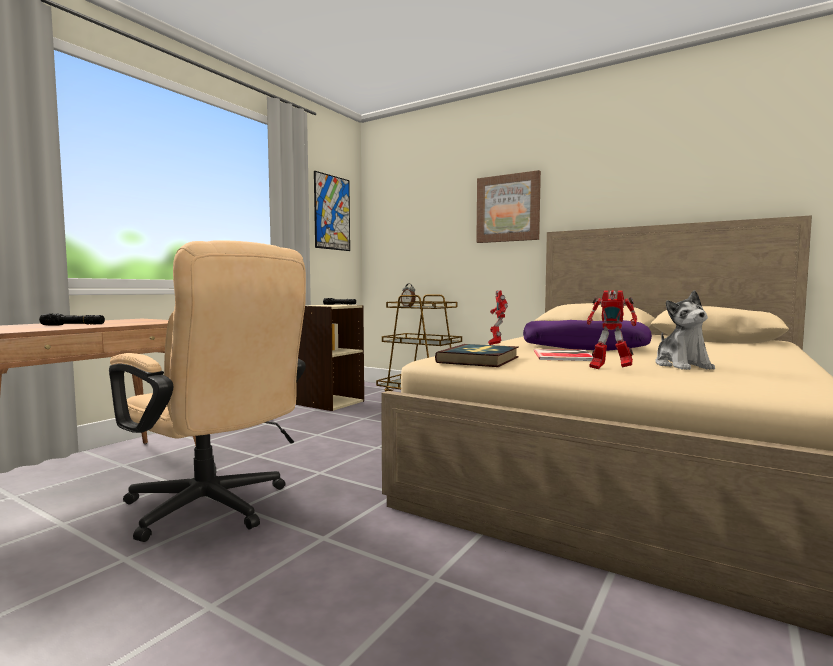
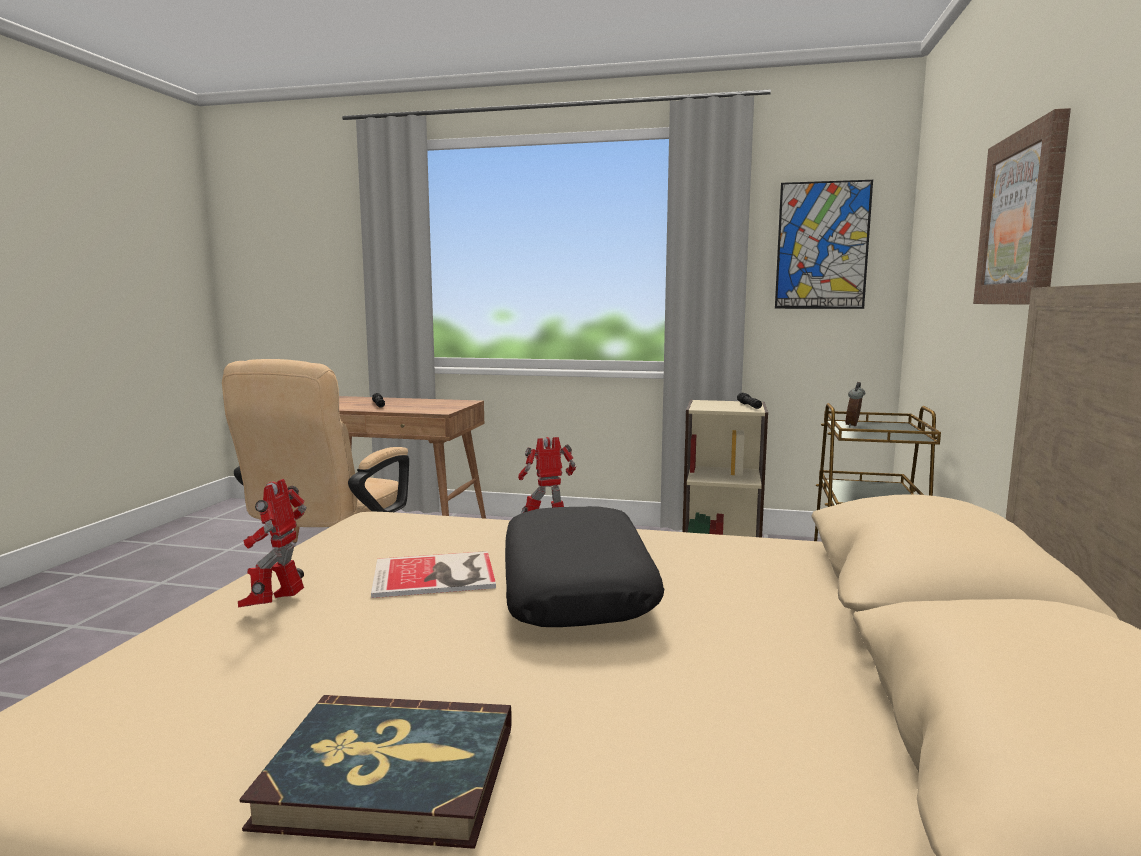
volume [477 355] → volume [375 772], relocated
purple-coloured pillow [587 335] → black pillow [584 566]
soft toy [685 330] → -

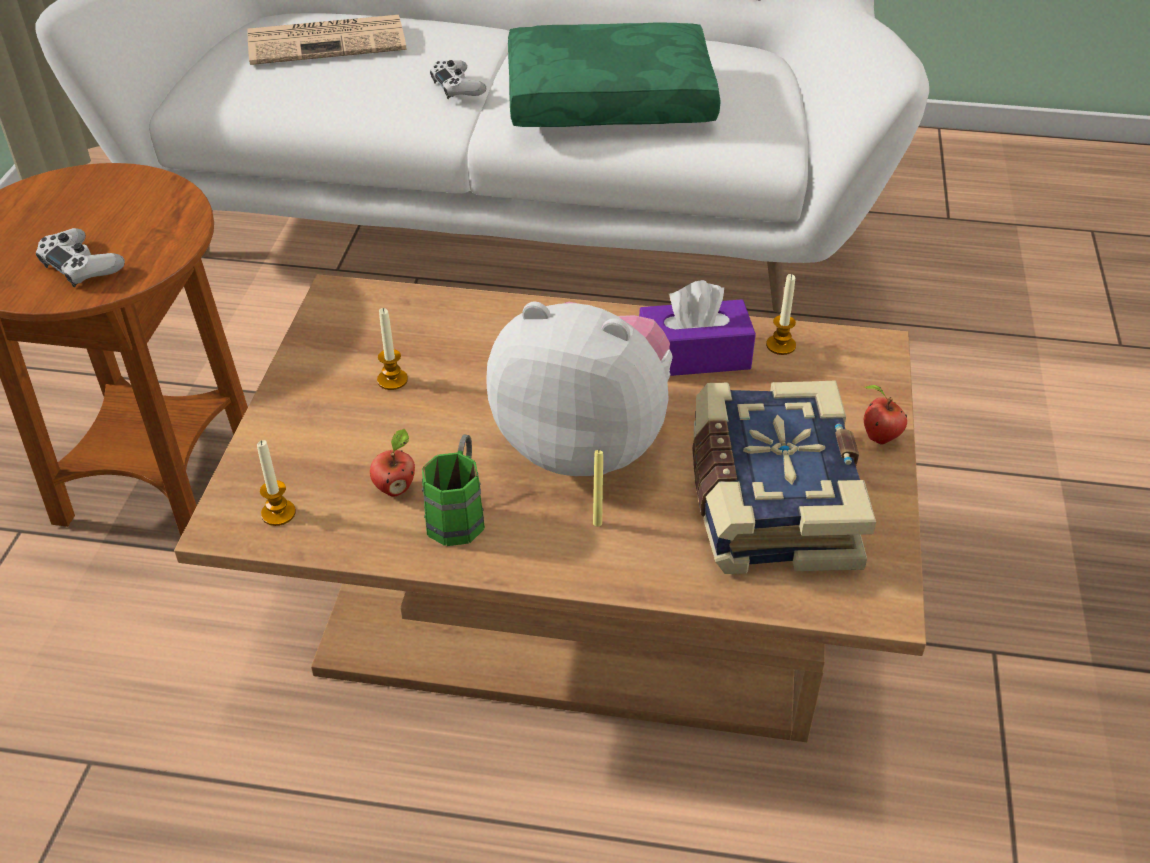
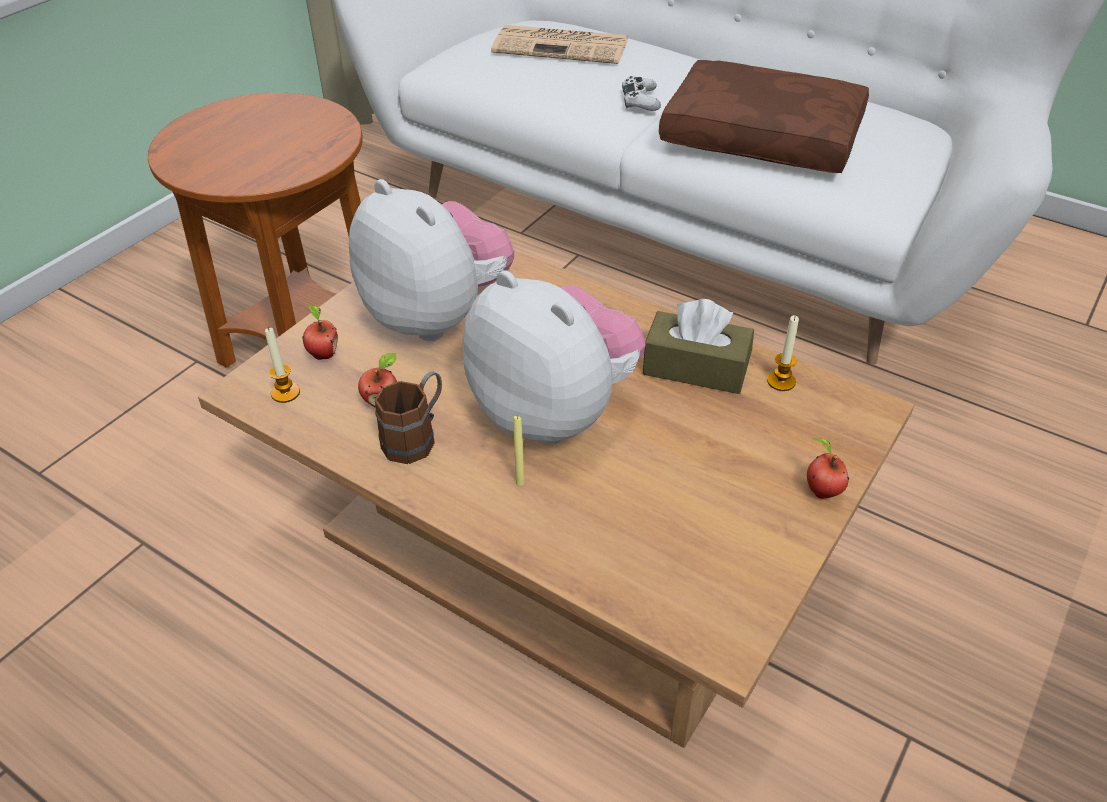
white joypad [80 257] → -
candle [392 349] → soft toy [431 260]
green coffee mug [453 490] → brownish coffee mug [408 417]
green pillow [614 75] → brownish pillow [764 116]
purple-coloured box of tissues [697 328] → brownish box of tissues [698 346]
volume [784 477] → -
- → apple fruit [320 332]

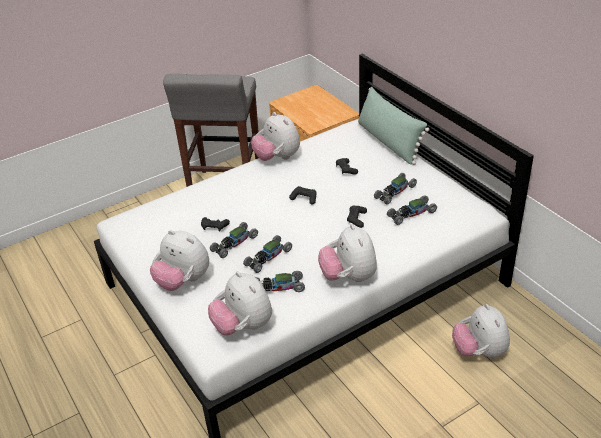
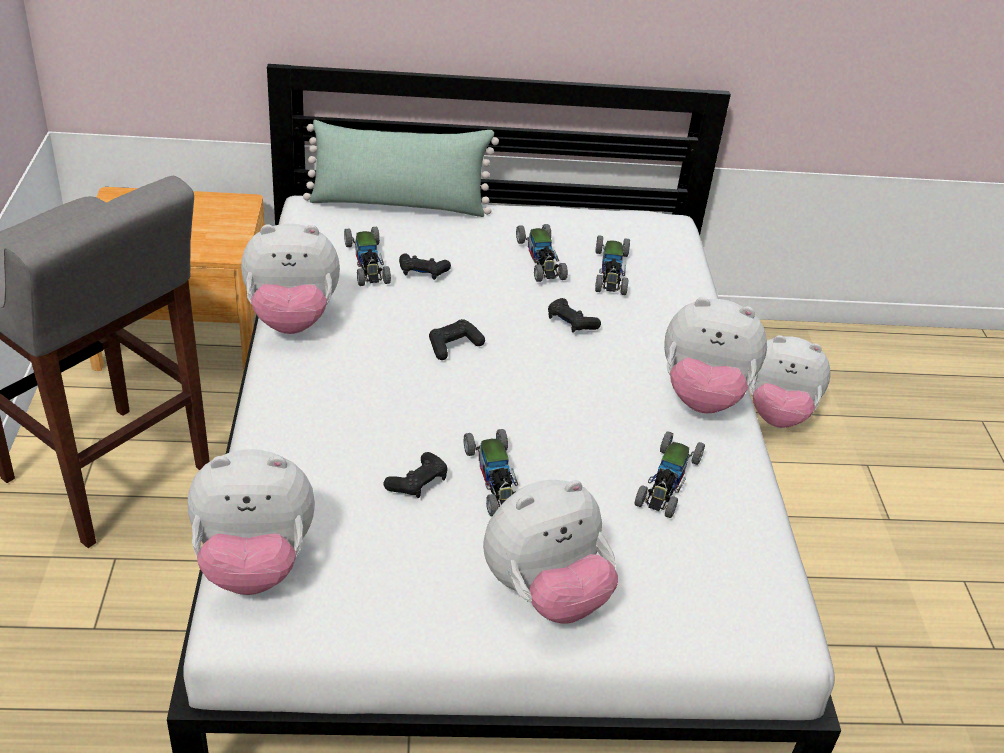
soft toy [240 303] → soft toy [251 522], relocated
toy car [267 254] → toy car [367 256], relocated

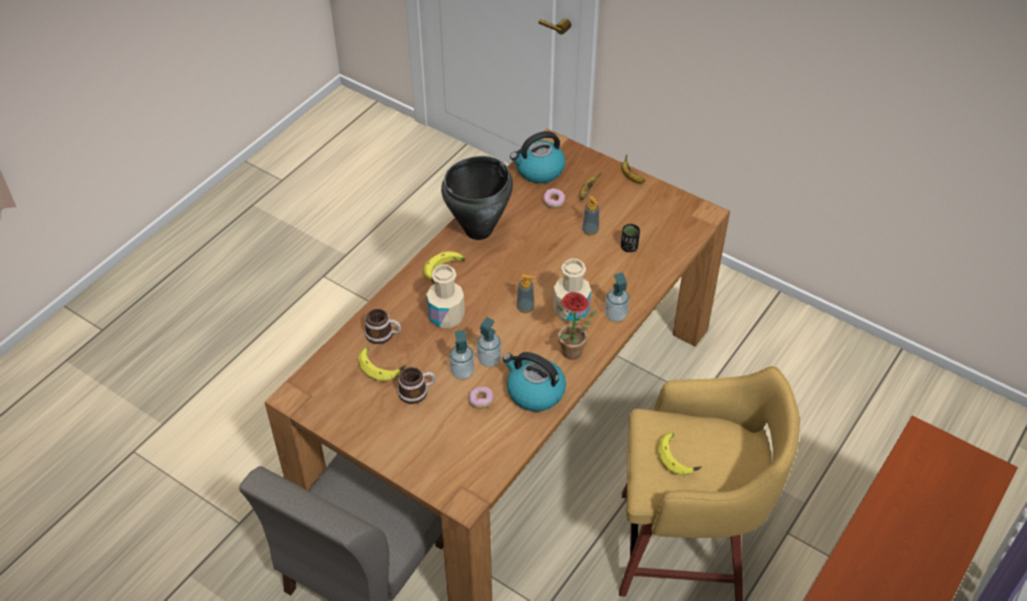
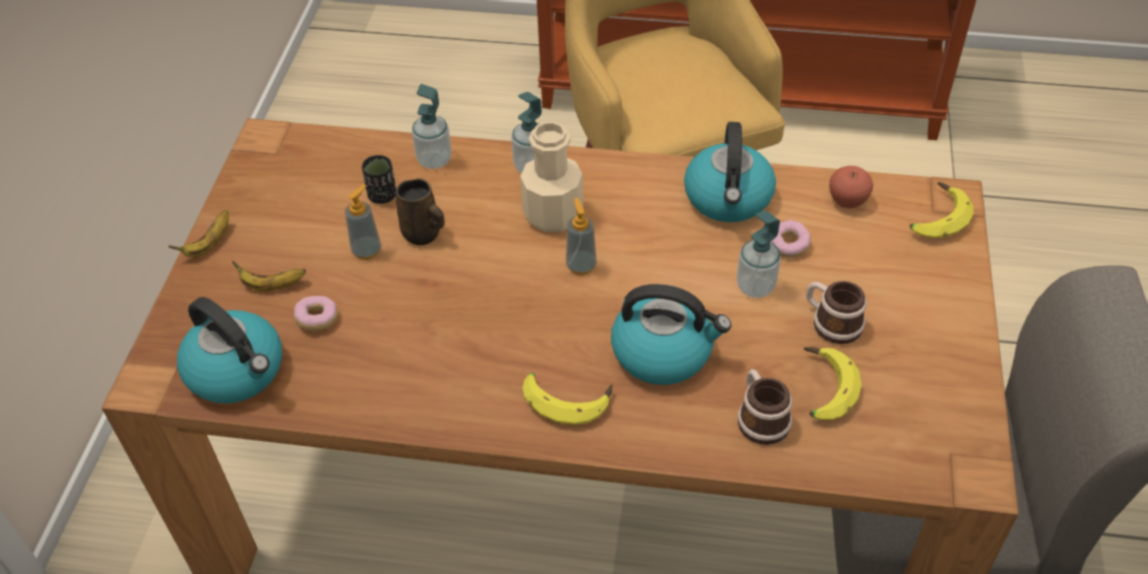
sand-coloured drink bottle [445 296] → kettle [671 334]
black cooking pot [477 198] → -
soap dispenser [489 342] → soap dispenser [431 126], relocated
houseplant [577 326] → -
banana fruit [680 454] → banana fruit [942 210], relocated
- → brownish coffee mug [420 211]
- → apple fruit [851 187]

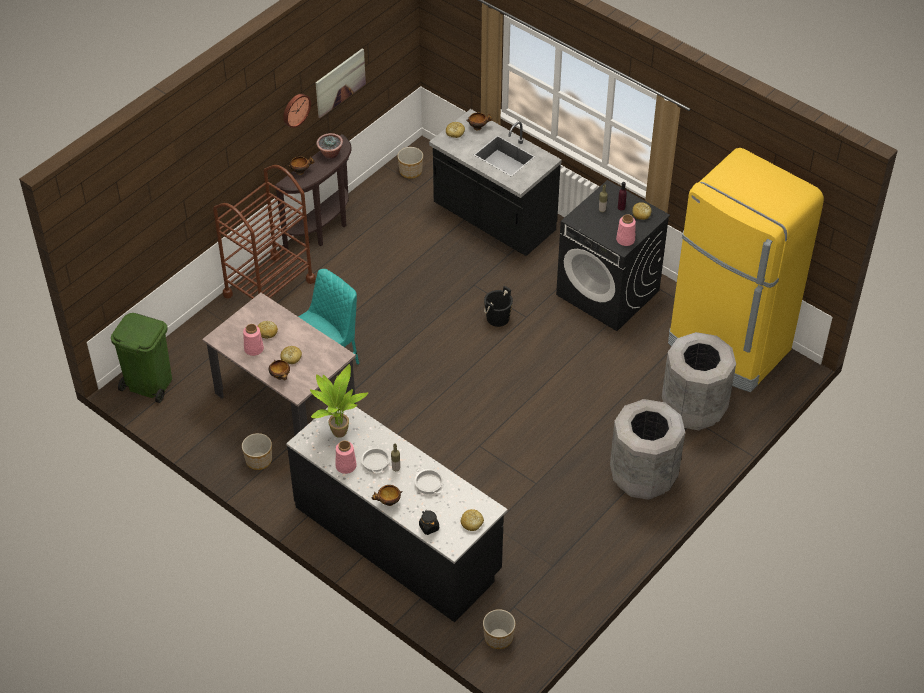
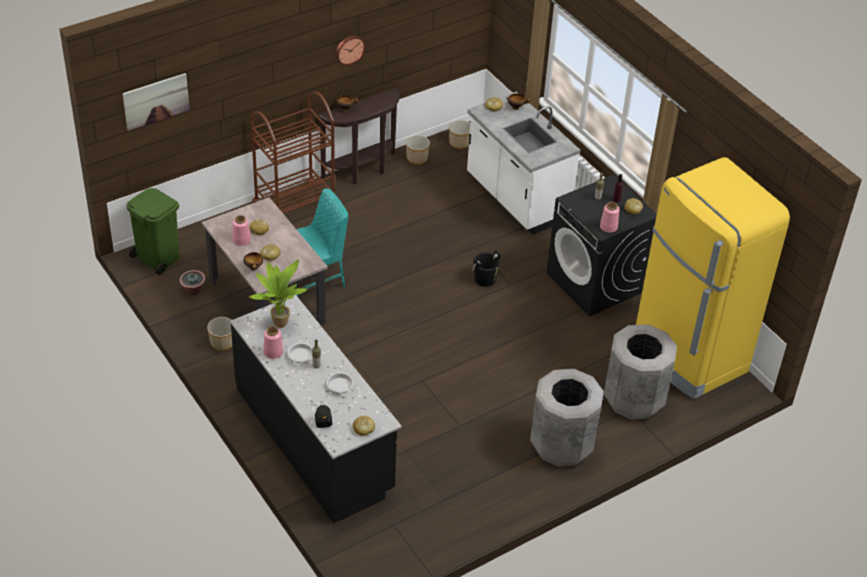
wall picture [340 83] → wall picture [156 102], relocated
houseplant [329 146] → houseplant [193 282], relocated
serving bowl [387 495] → -
black kitchen counter [495 182] → white kitchen counter [523 163]
plant pot [499 629] → plant pot [418 149], relocated

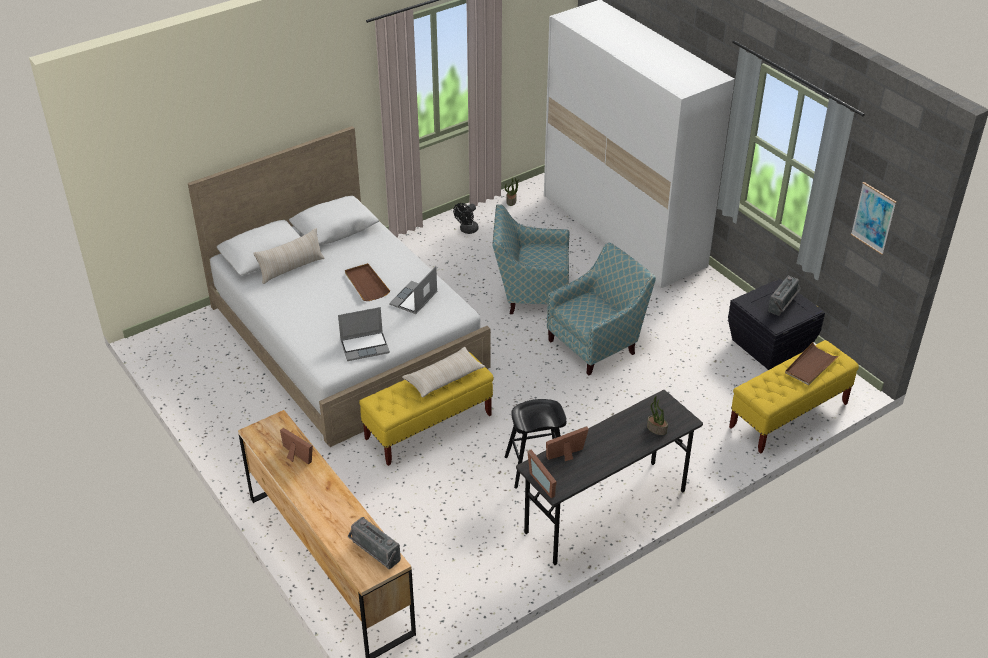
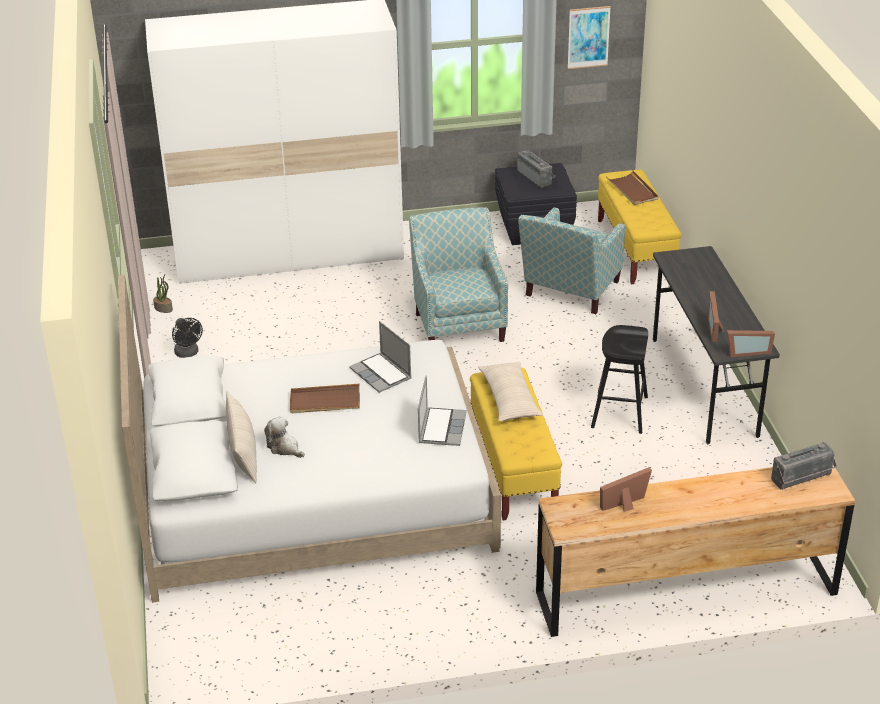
lounge chair [531 259] → lounge chair [571 260], relocated
houseplant [657 415] → -
- → soft toy [284 437]

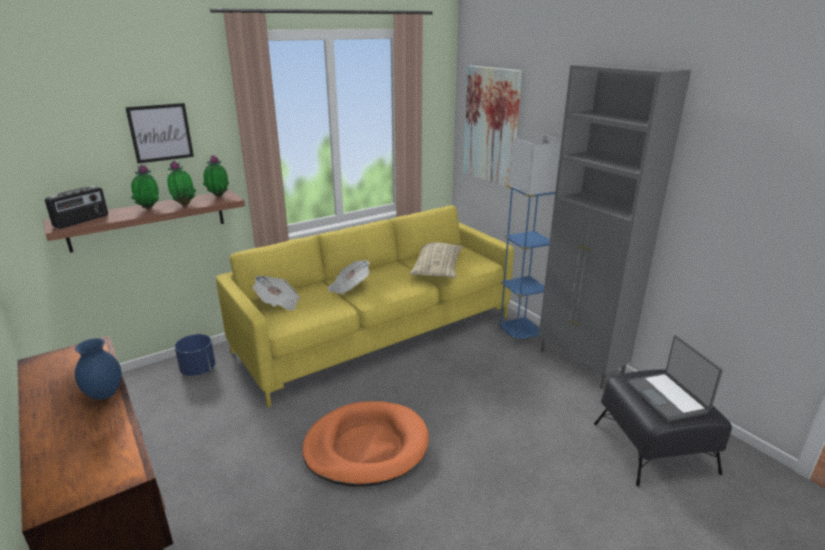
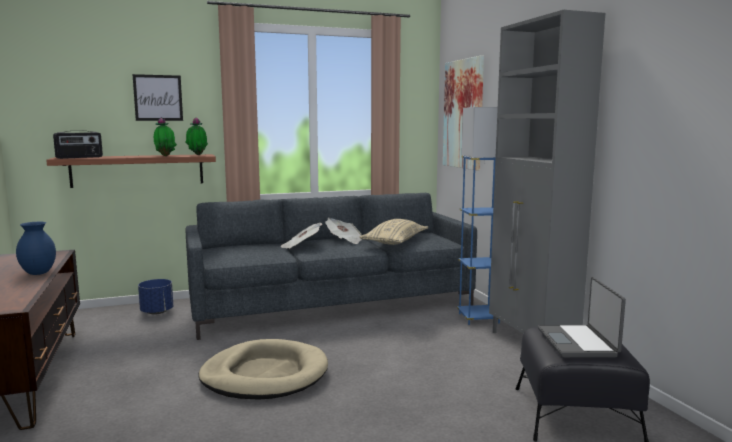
houseplant [145 186] → -
yellowish sofa [365 306] → gray sofa [331 266]
daily paper [276 293] → daily paper [343 231], relocated
orange dog cushion [365 444] → sand-coloured dog cushion [263 369]

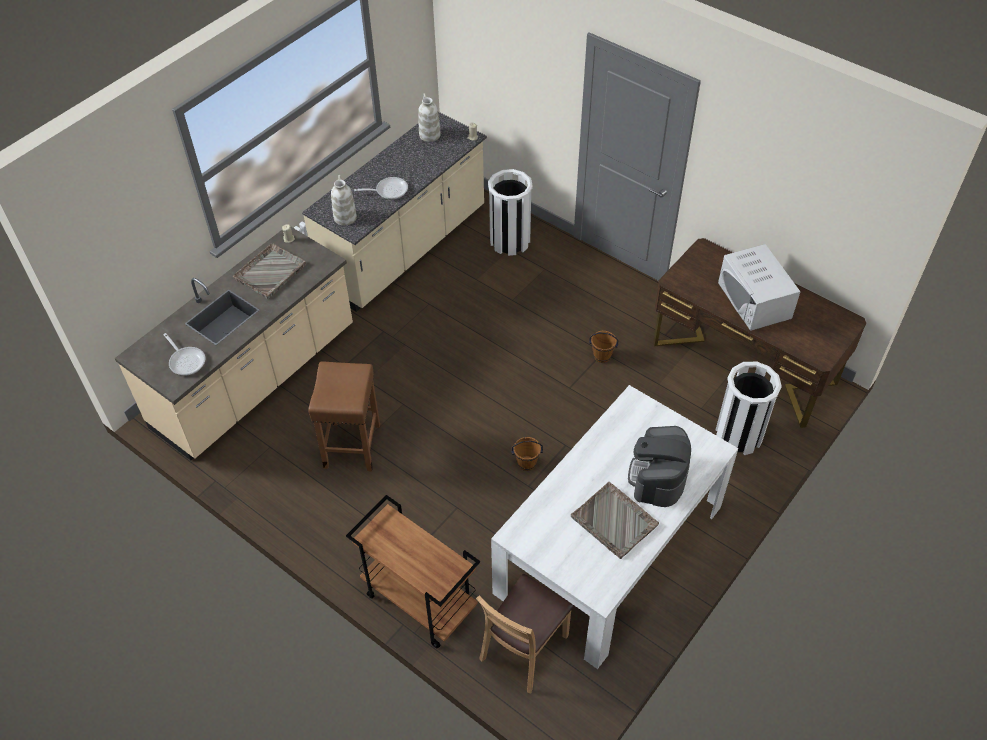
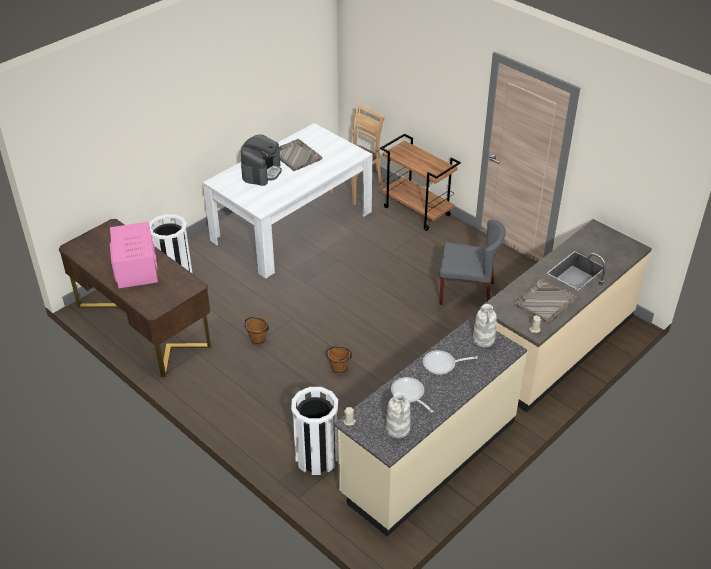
skillet [184 354] → skillet [412 395], relocated
brownish stool seat [344 416] → gray chair [472 262]
brownish bucket [527 454] → brownish bucket [339 360], relocated
white microwave [759 287] → pink microwave [134 255]

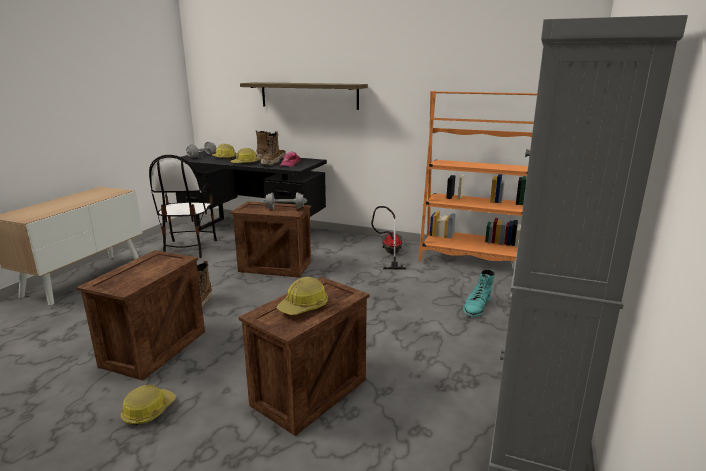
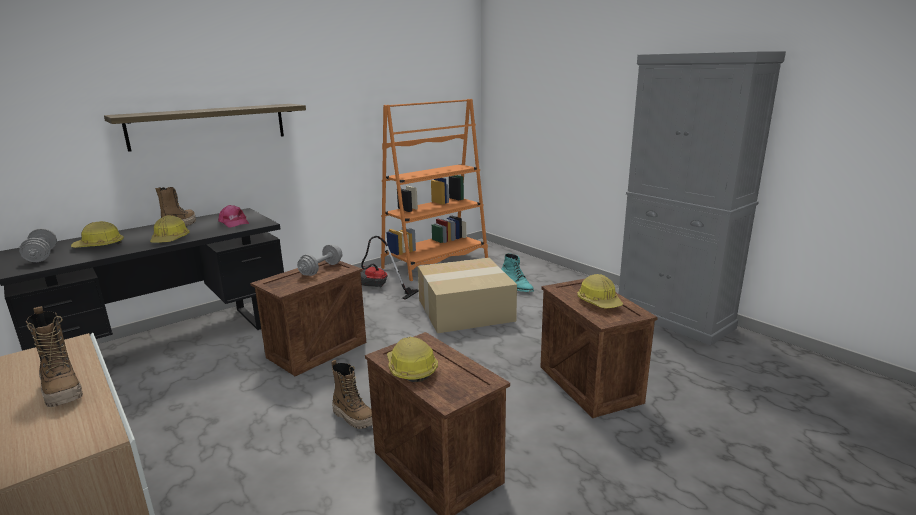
safety helmet [148 405] → safety helmet [412 359], relocated
chair [183 206] → -
boot [270 148] → boot [54 356], relocated
- → carton [467 295]

